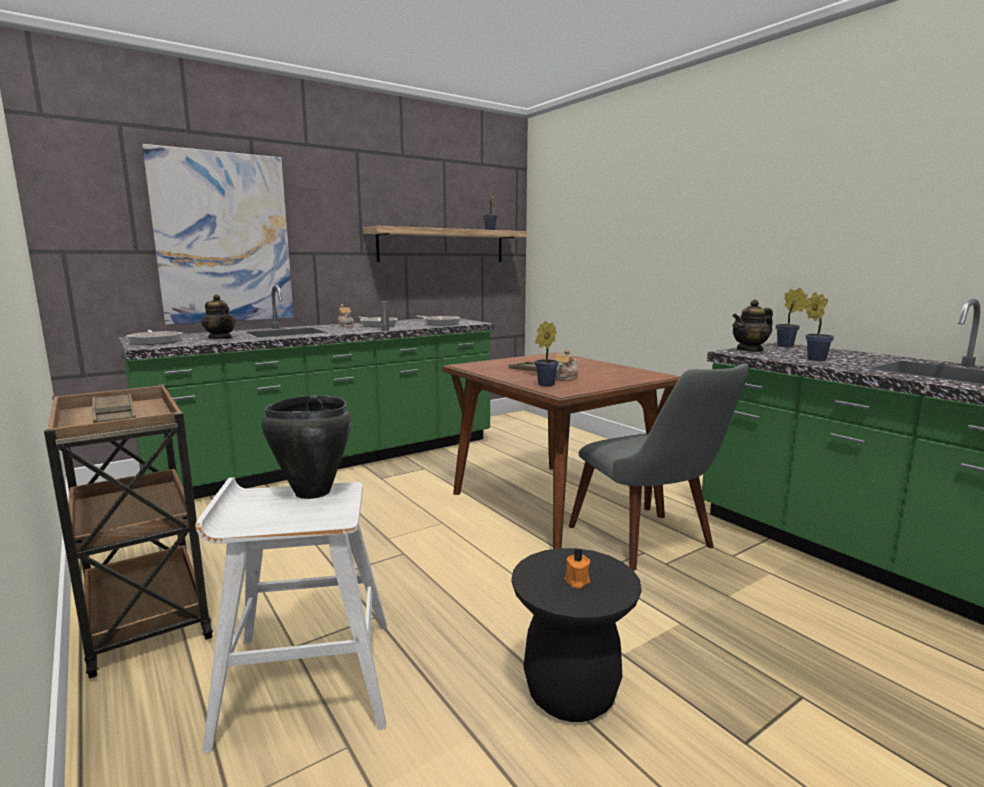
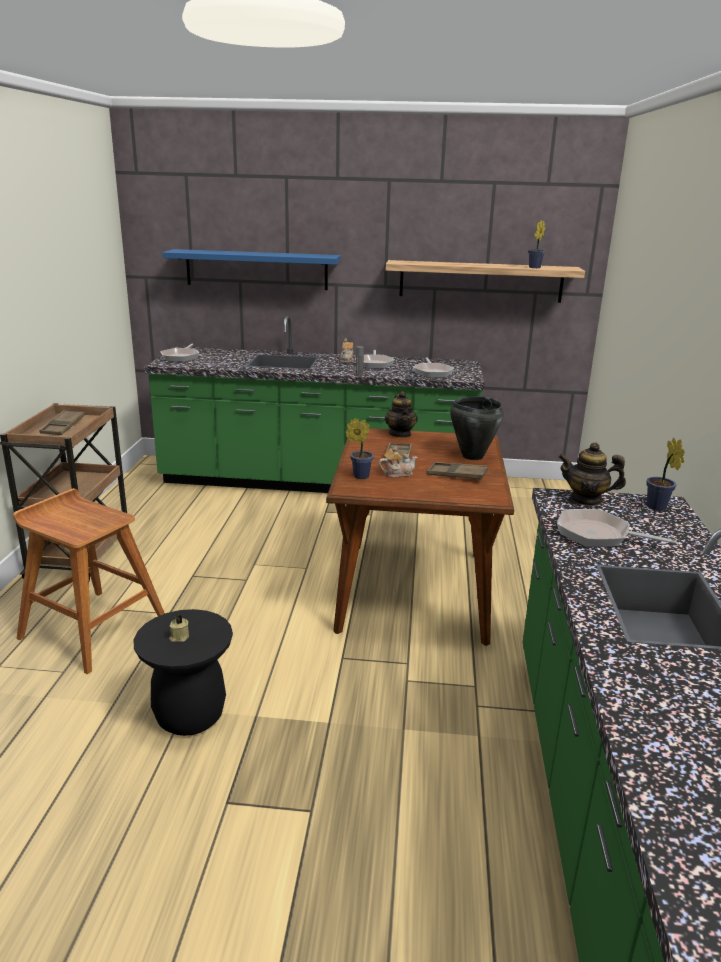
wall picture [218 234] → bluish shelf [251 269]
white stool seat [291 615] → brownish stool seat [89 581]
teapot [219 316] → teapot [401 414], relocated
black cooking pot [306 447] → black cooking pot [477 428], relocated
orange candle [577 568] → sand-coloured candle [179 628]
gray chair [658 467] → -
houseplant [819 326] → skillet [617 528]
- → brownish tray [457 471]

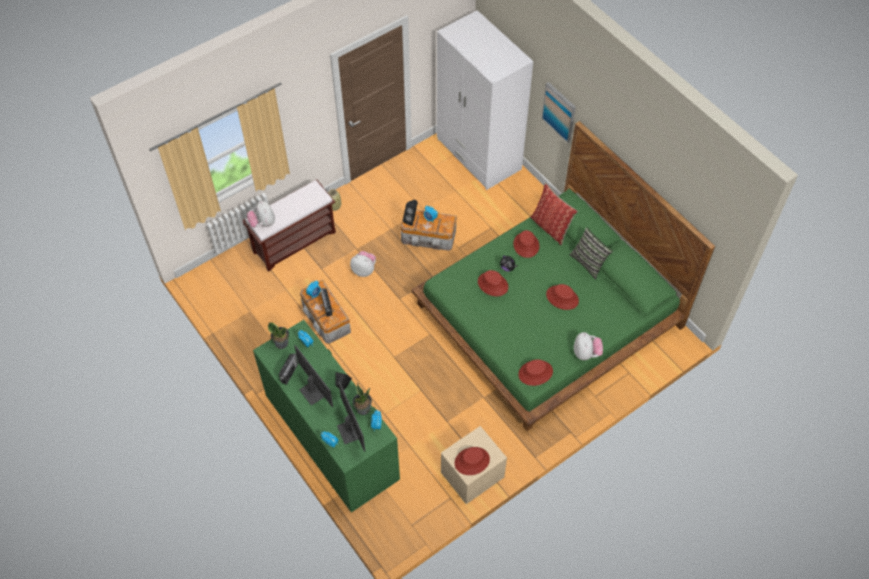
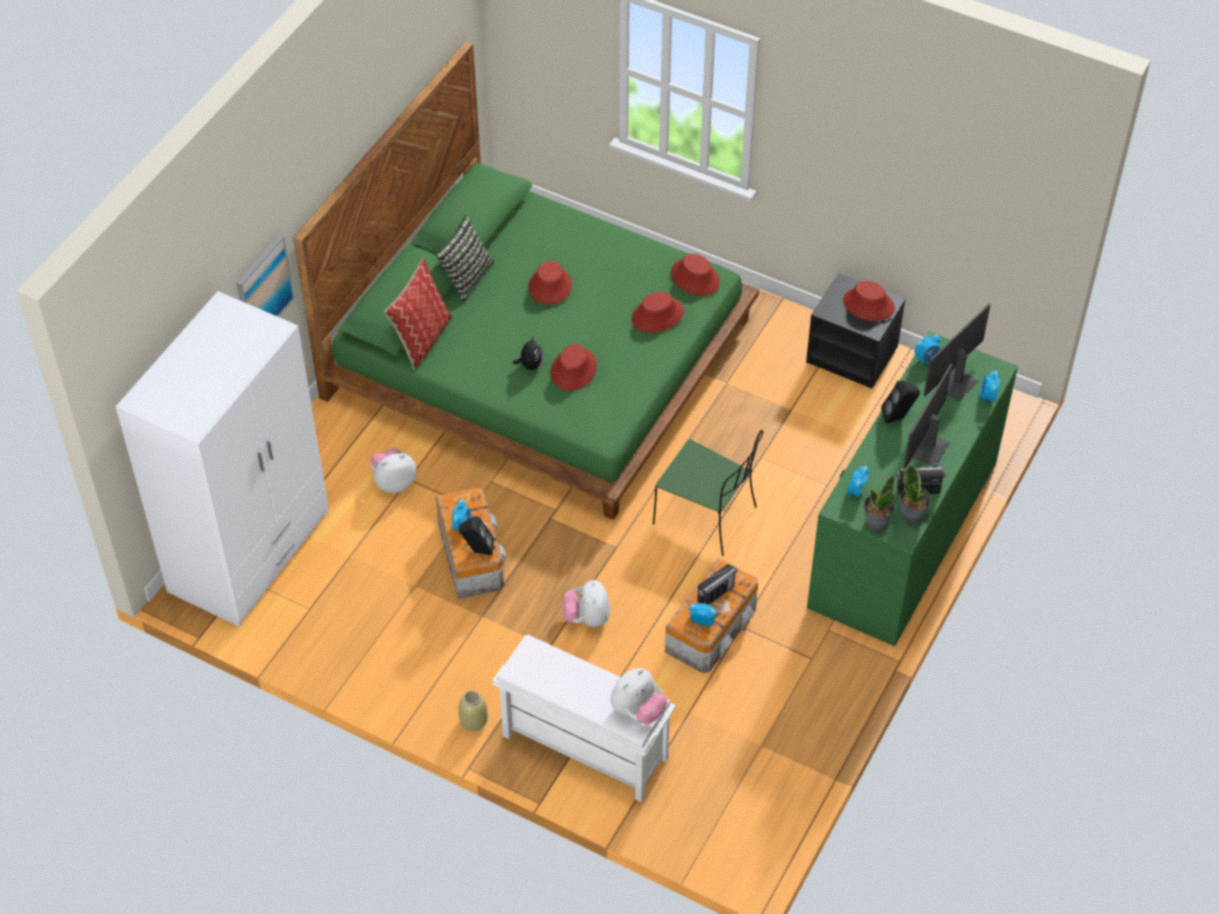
brownish indoor bench [289 225] → white indoor bench [584 718]
houseplant [362 399] → houseplant [915 494], relocated
sand-coloured night table [474 465] → black night table [856 331]
reddish hat [526 244] → reddish hat [657 312], relocated
soft toy [588 346] → soft toy [393 470], relocated
- → green chair [708 493]

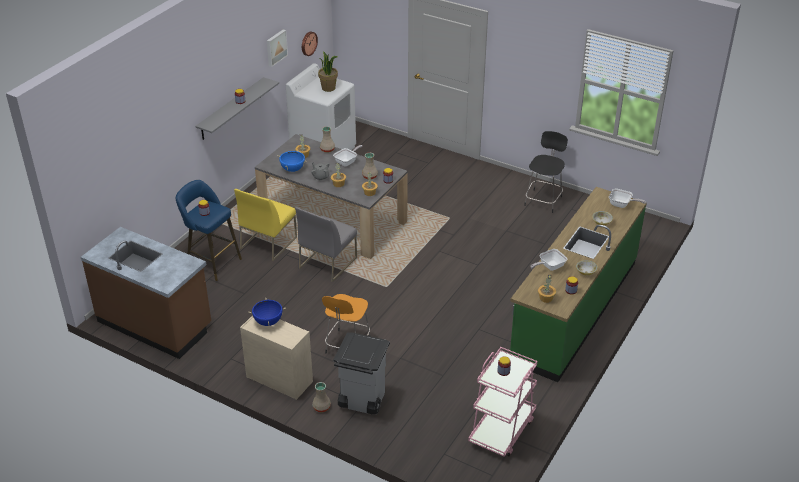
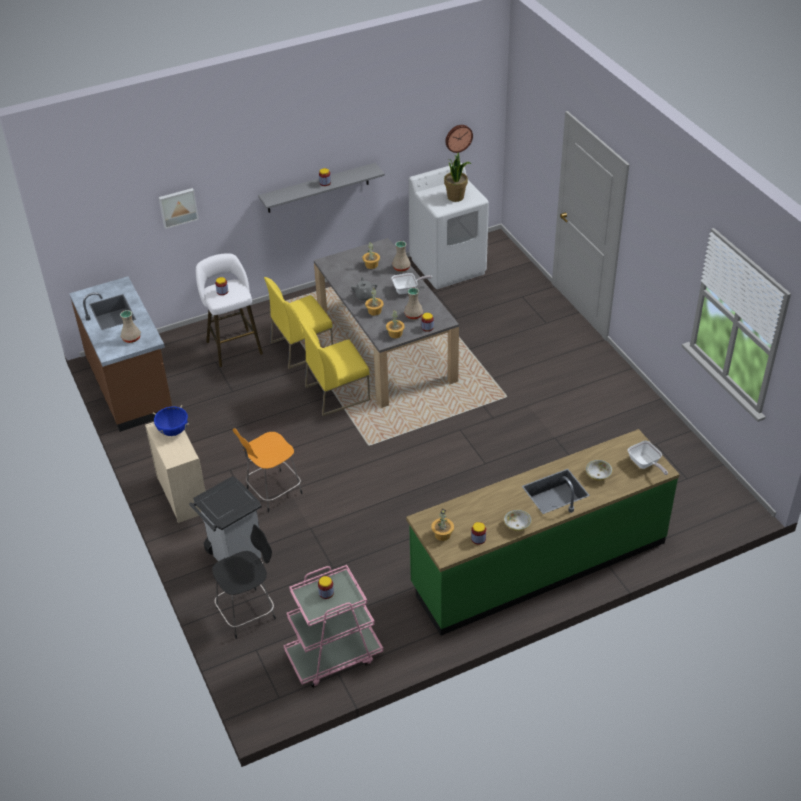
bluish stool seat [209 230] → white stool seat [229 310]
wall picture [277 48] → wall picture [179 208], relocated
bluish cooking pot [292 161] → -
gray chair [326 244] → yellowish chair [335 368]
sand-coloured decorative vase [321 397] → sand-coloured decorative vase [130 326], relocated
black stool seat [546 172] → black stool seat [244 581], relocated
skillet [548 260] → -

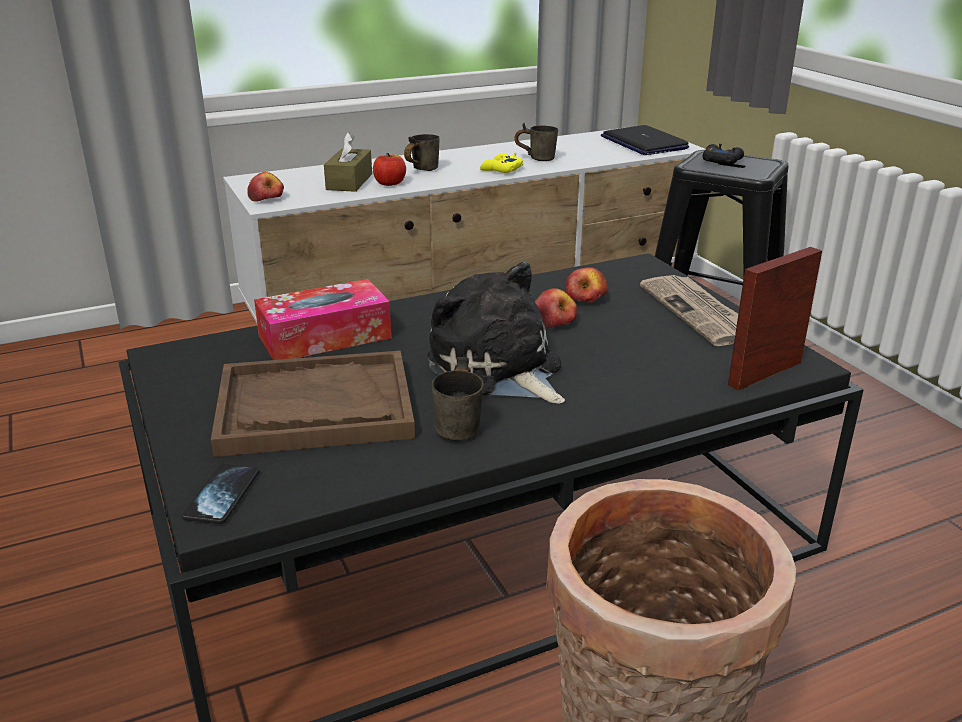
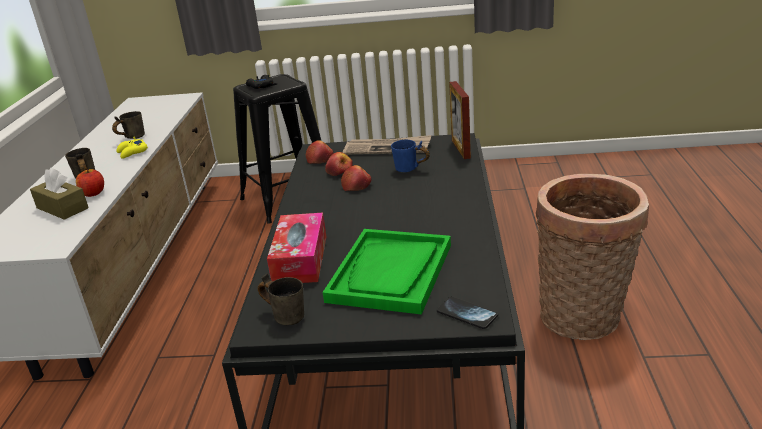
brownish tray [313 404] → green tray [387 272]
apple fruit [265 187] → apple fruit [319 152], relocated
soft toy [496 333] → -
gray coffee mug [458 399] → gray coffee mug [281 299], relocated
notebook computer [645 140] → -
- → bluish coffee mug [410 156]

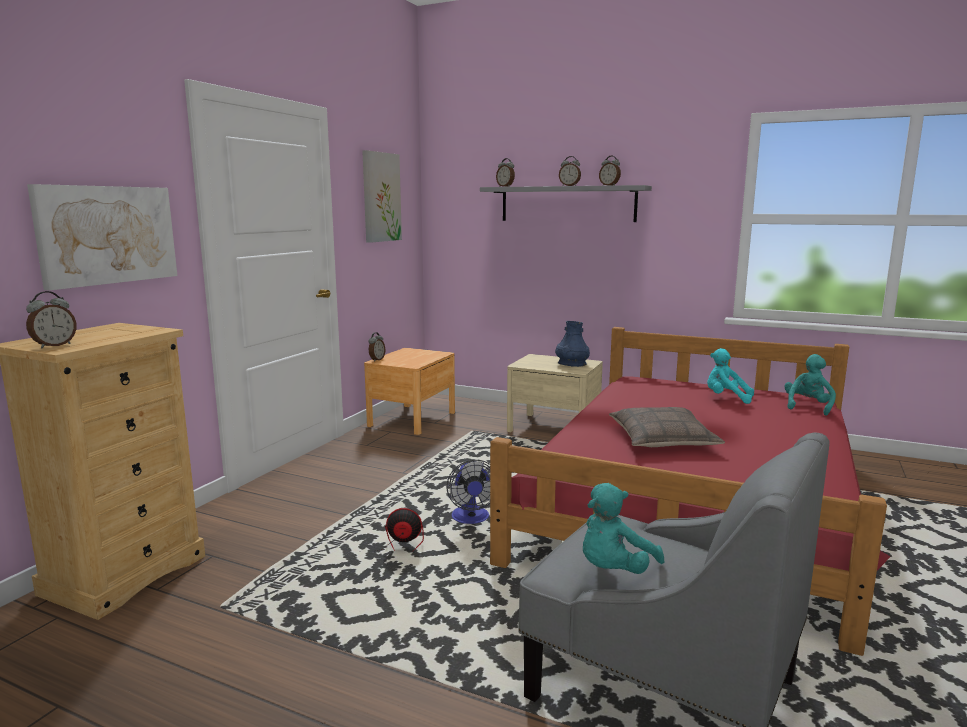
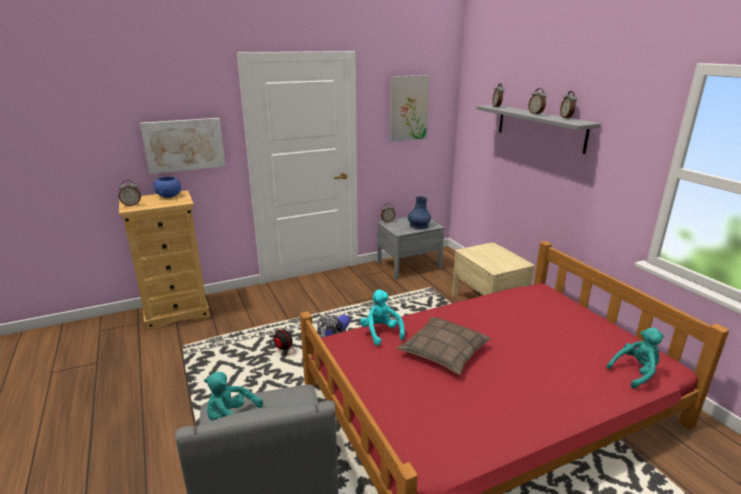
brownish night table [409 391] → gray night table [411 248]
bluish decorative vase [572 344] → bluish decorative vase [419 212], relocated
turquoise-coloured soft toy [730 376] → turquoise-coloured soft toy [382 317], relocated
- → bluish serving bowl [167 187]

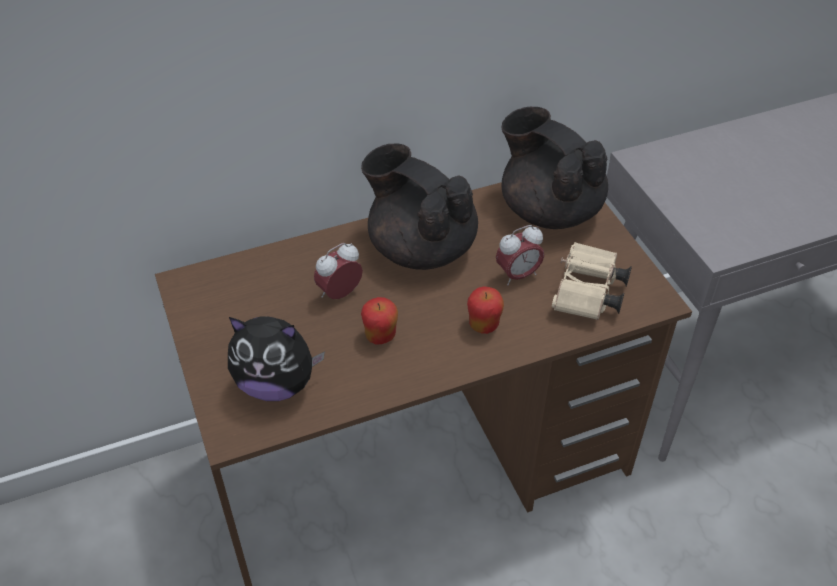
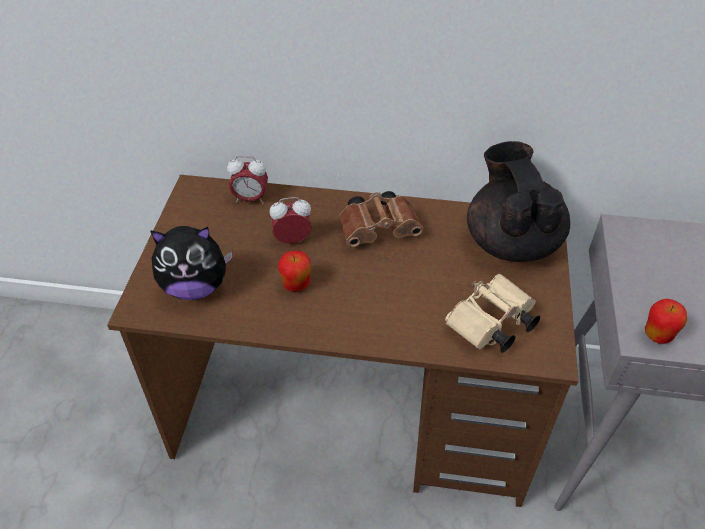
soft toy [276 358] → soft toy [191 263], 45 degrees counterclockwise
black teapot [419 207] → brownish pair of binoculars [381 219]
apple fruit [485 310] → apple fruit [666 321], relocated
alarm clock [520 255] → alarm clock [247 180], relocated

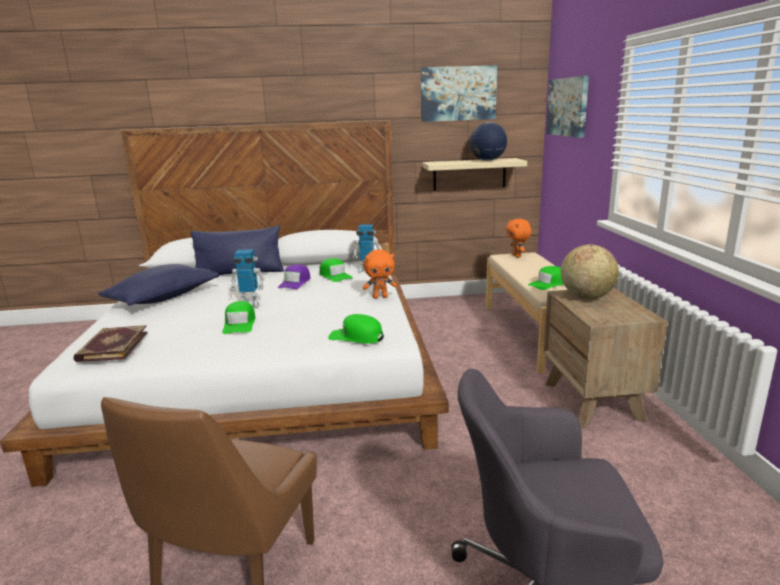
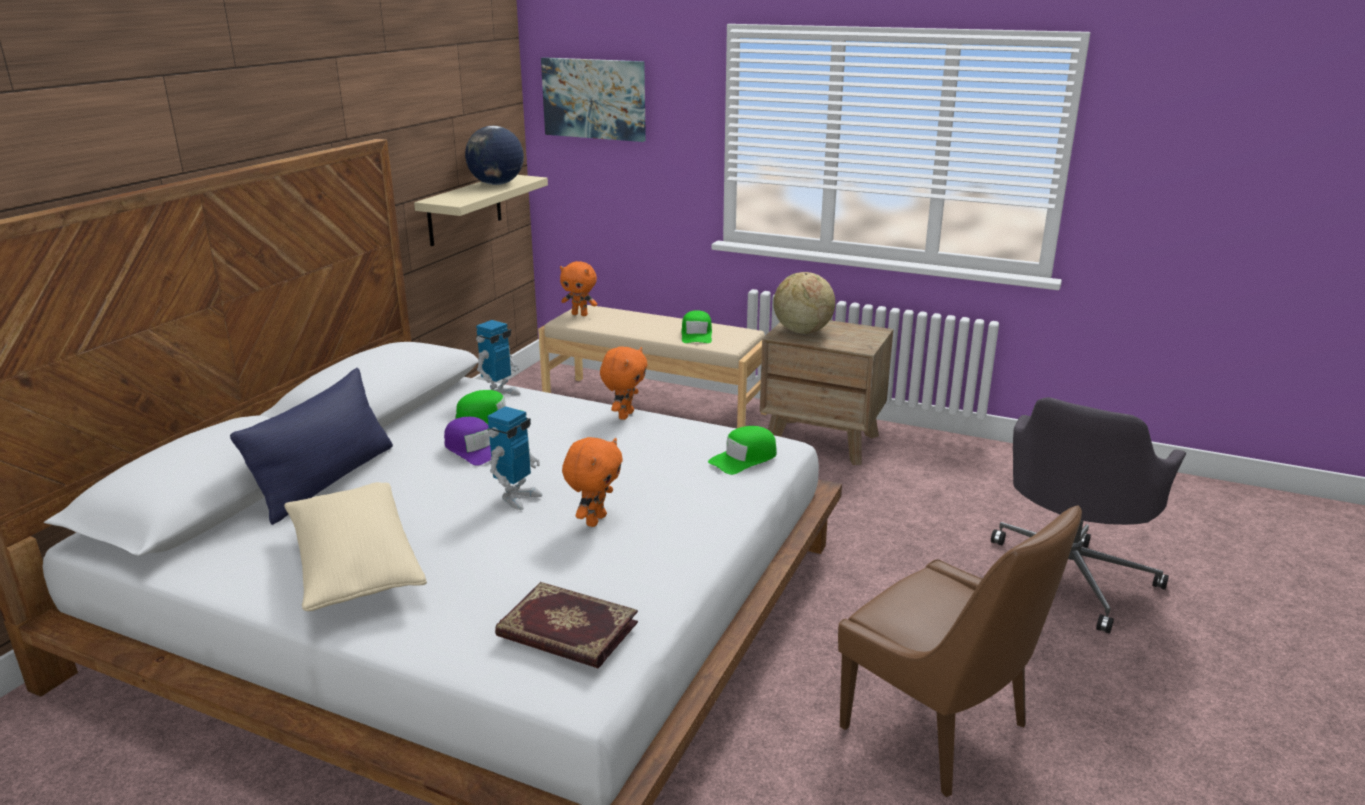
bluish pillow [158 285] → sand-coloured pillow [355 546]
green cap [238 317] → orange soft toy [592 482]
wall picture [459 93] → -

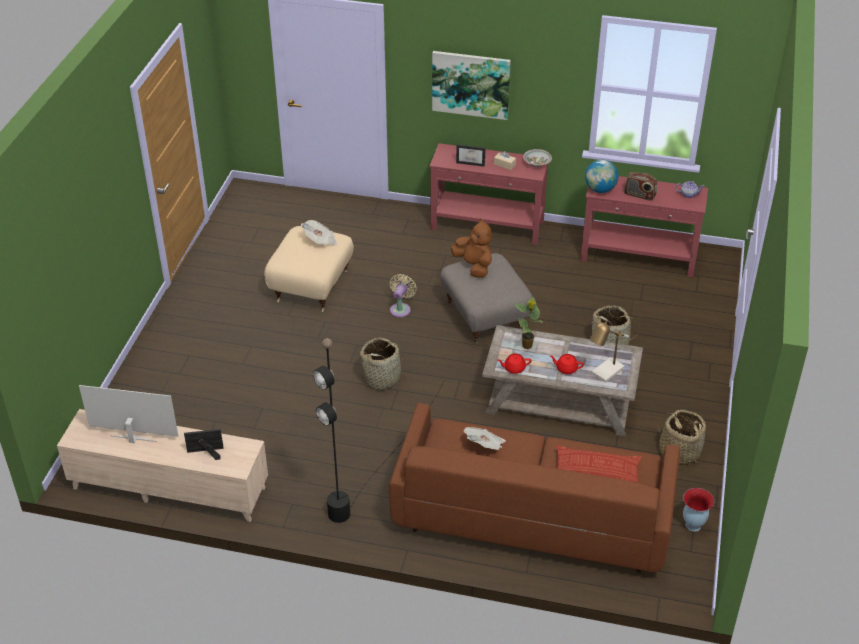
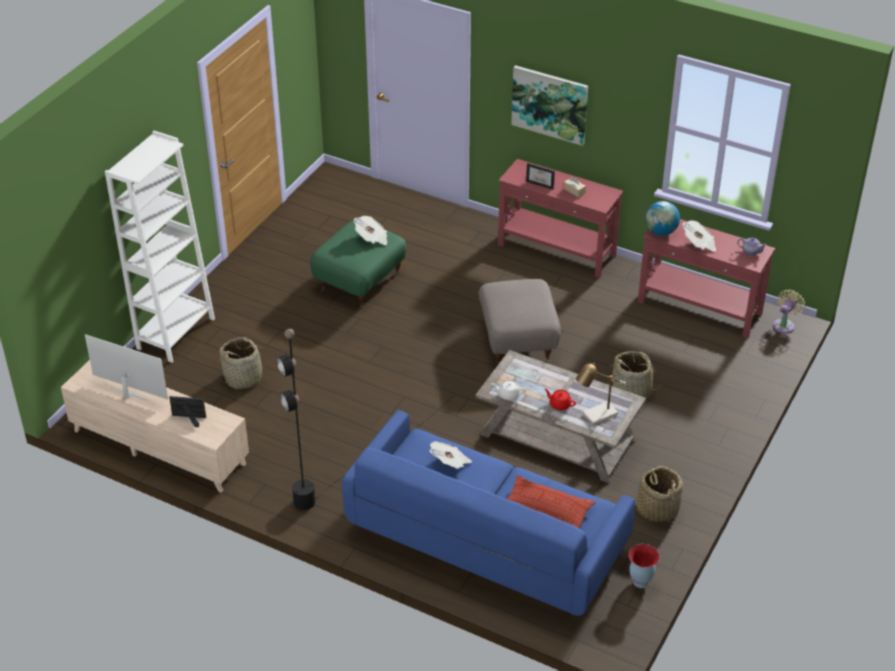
sand-coloured ottoman [309 269] → green ottoman [358 264]
storage basket [382 364] → storage basket [244 363], relocated
brownish sofa [534 488] → bluish sofa [488 513]
sand-coloured electric fan [403 296] → sand-coloured electric fan [789 312], relocated
brownish soft toy [471 248] → -
reddish teapot [514 364] → white teapot [508 390]
houseplant [529 323] → -
serving bowl [537 158] → -
radio receiver [640 186] → daily paper [699 235]
- → white bookshelf [160 247]

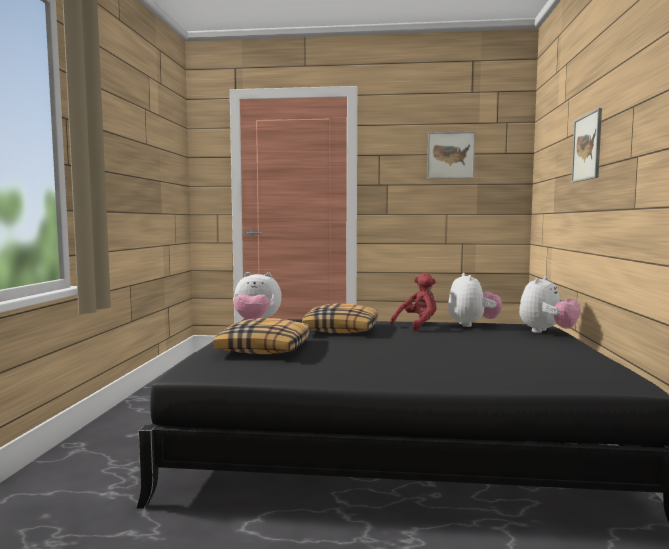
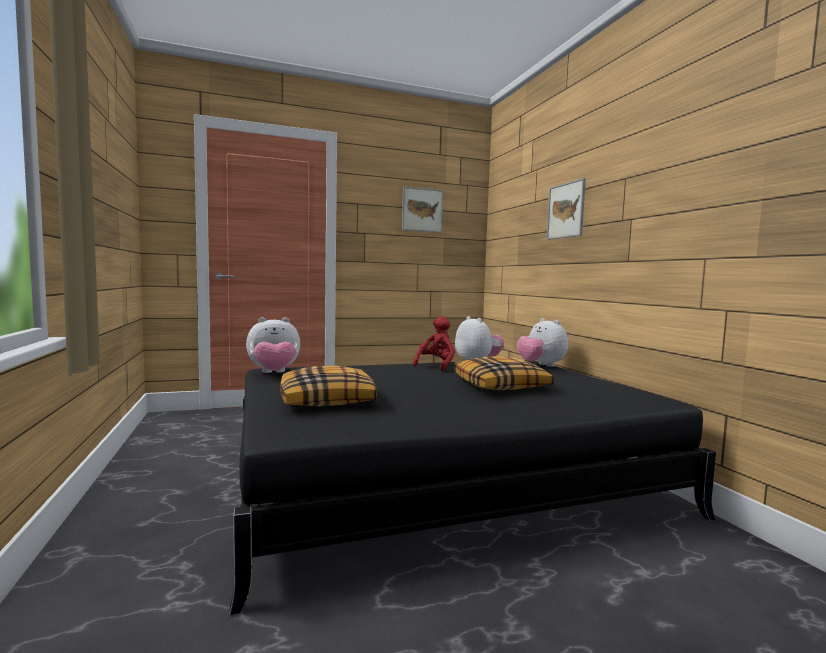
pillow [340 319] → pillow [504 373], relocated
soft toy [550 304] → soft toy [542 342], 135 degrees clockwise

